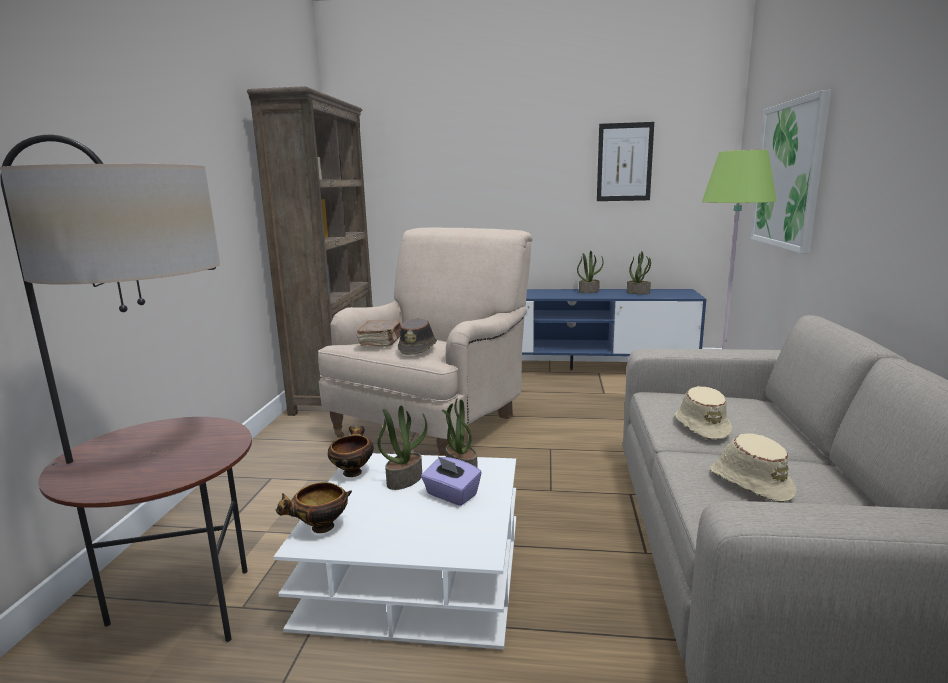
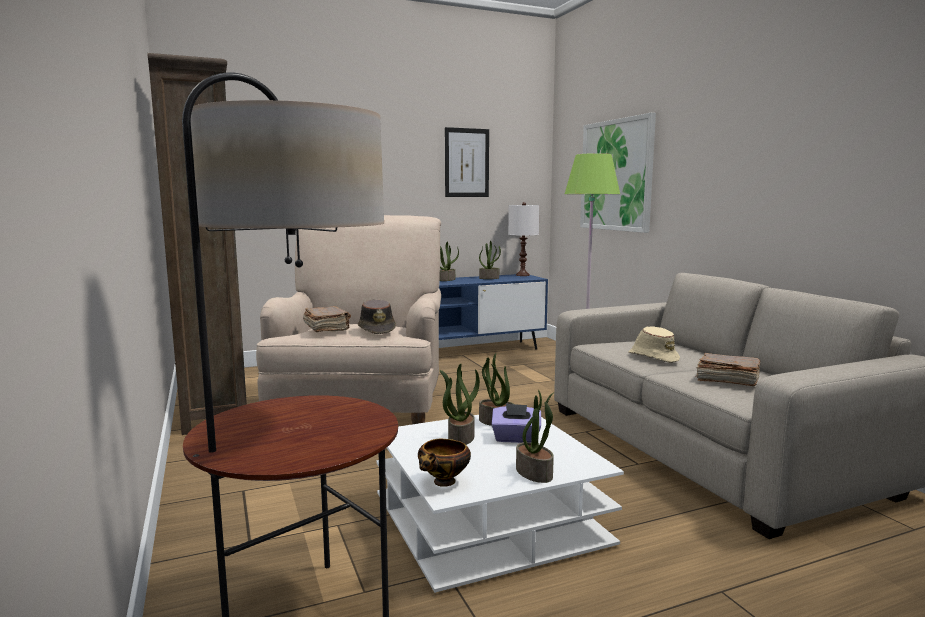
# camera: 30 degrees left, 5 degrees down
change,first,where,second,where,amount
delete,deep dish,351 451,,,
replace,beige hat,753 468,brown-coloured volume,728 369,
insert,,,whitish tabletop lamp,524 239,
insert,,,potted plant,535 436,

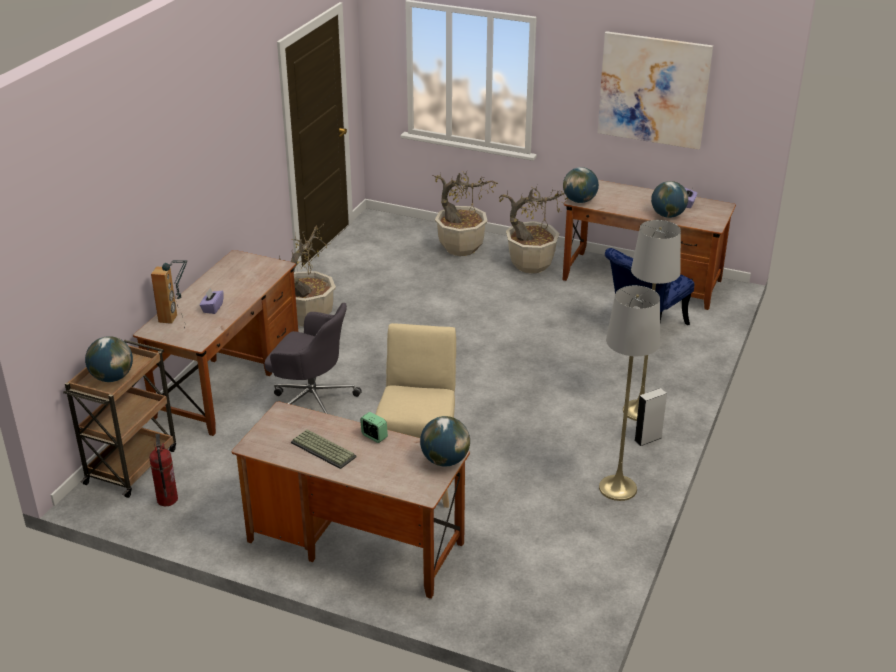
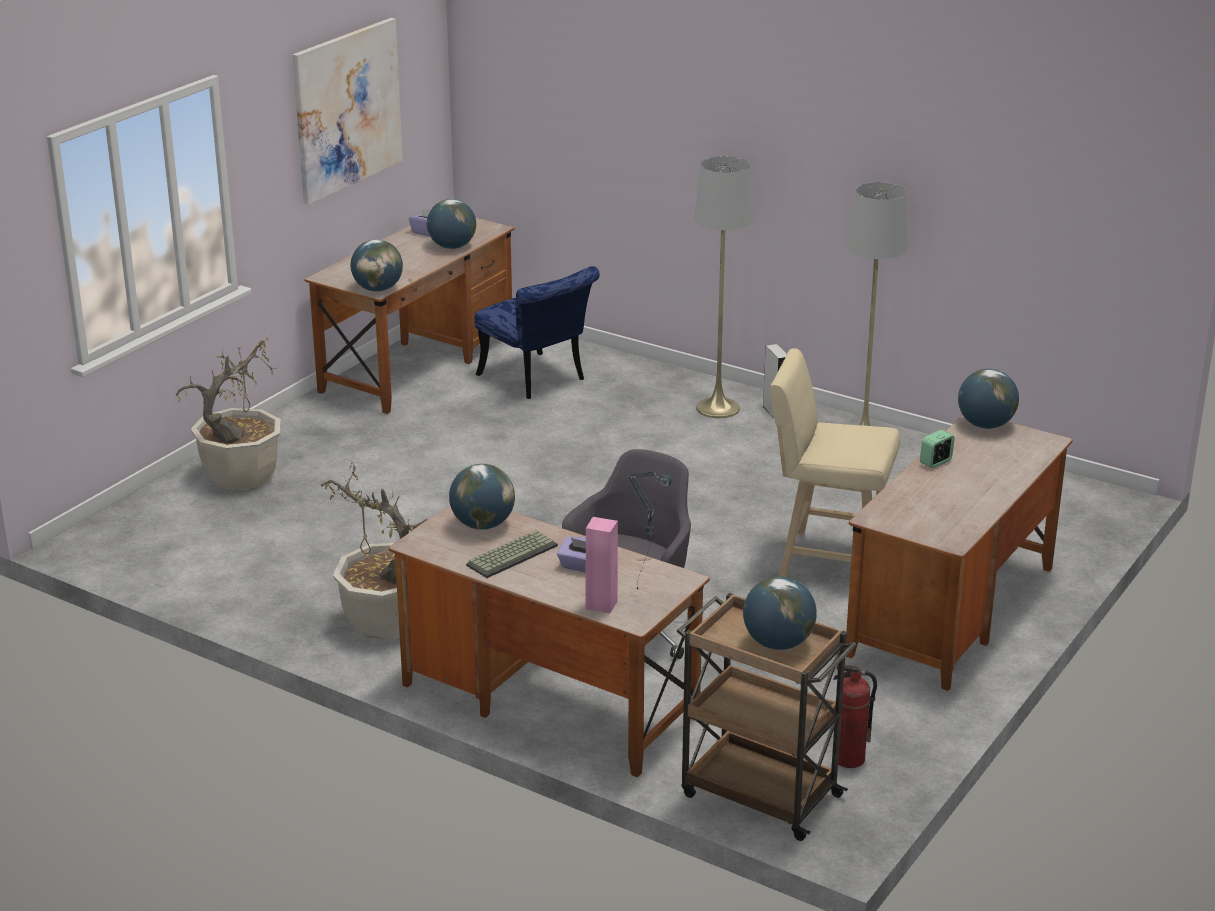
# camera: 80 degrees left, 5 degrees down
change,first,where,second,where,amount
delete,potted plant,533 230,,,
recolor,brown-coloured audio speaker,164 295,pinkish audio speaker,601 565,
move,computer keyboard,324 449,,512 554,
insert,,,globe,482 497,

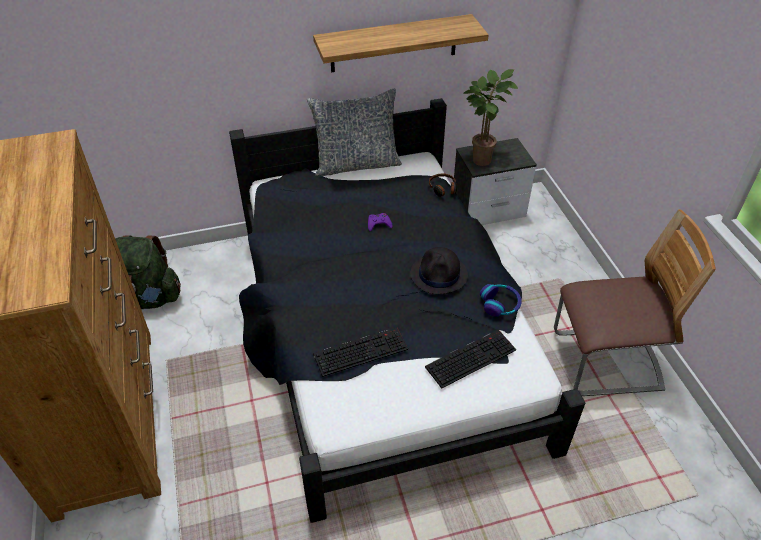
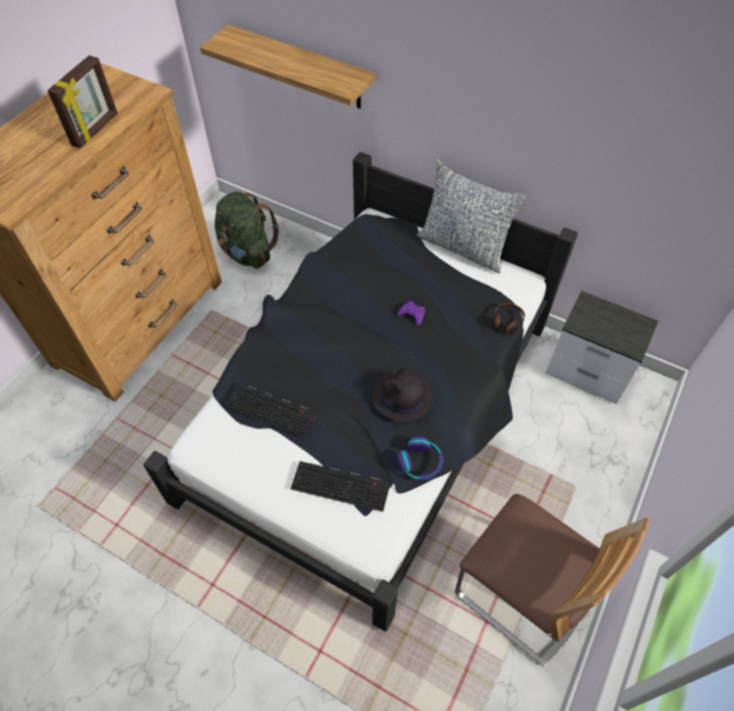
# camera: 45 degrees right, 10 degrees up
change,first,where,second,where,amount
move,wall shelf,401 43,,287 67,
delete,potted plant,490 117,,,
insert,,,standing frame,82 101,

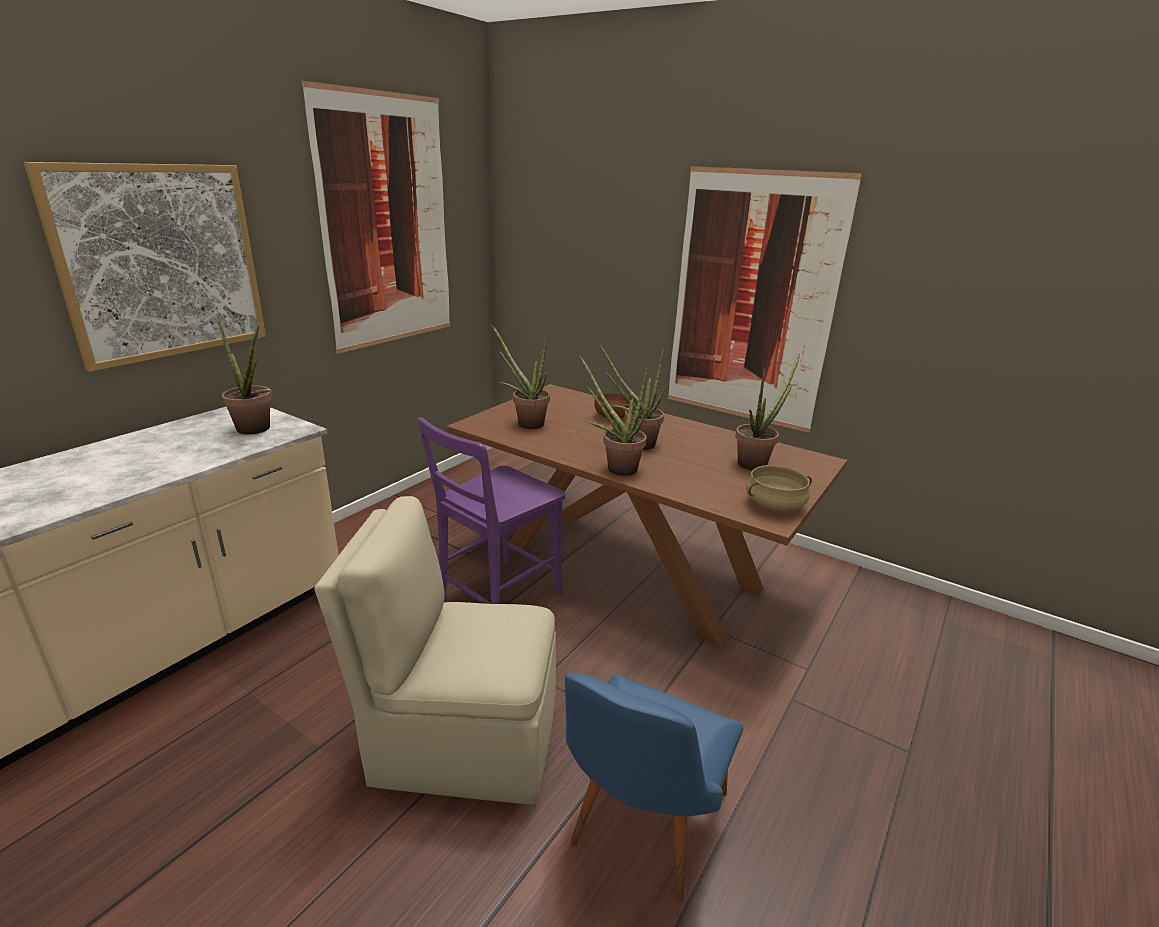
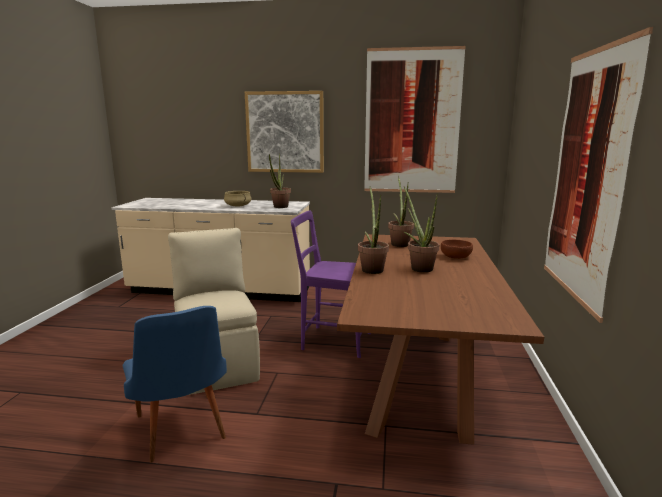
# camera: 65 degrees right, 10 degrees down
change,first,where,second,where,amount
delete,potted plant,767 412,,,
move,beige cooking pot,779 488,,237 199,
rotate,blue-coloured chair,654 787,,175 384,120 degrees counterclockwise

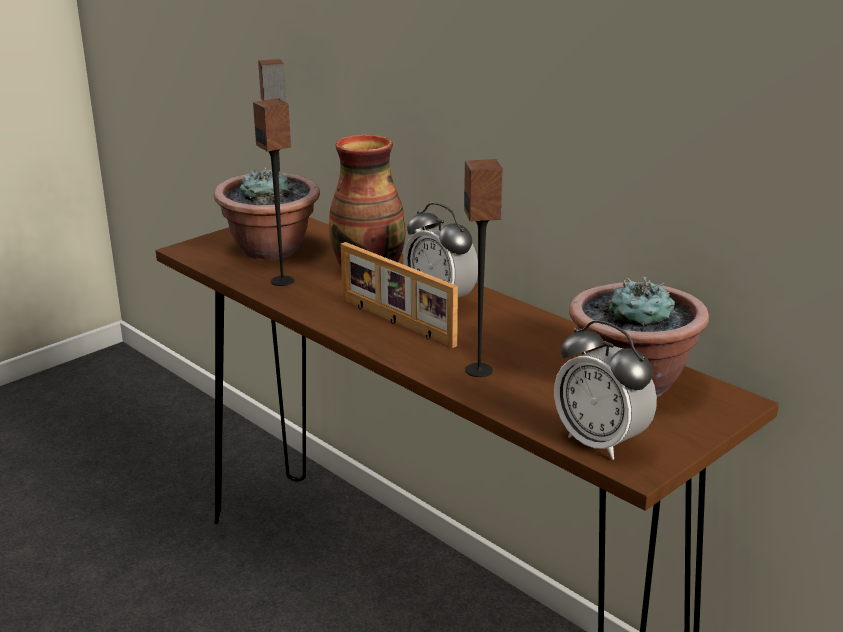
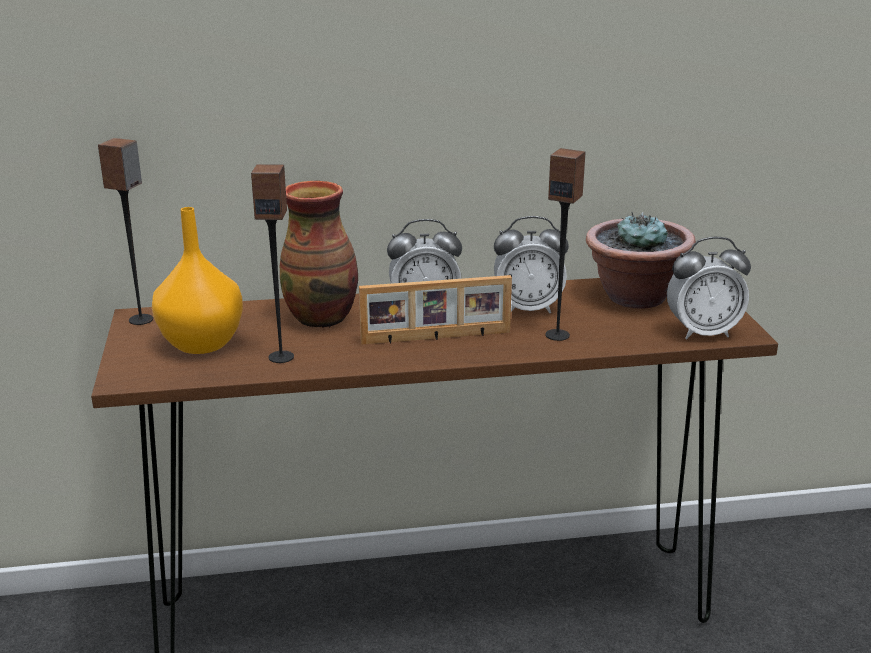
# camera: 55 degrees left, 0 degrees up
change,first,where,second,where,amount
replace,potted plant,267 213,orangey decorative vase,197 280,
insert,,,bedside clock,531 264,

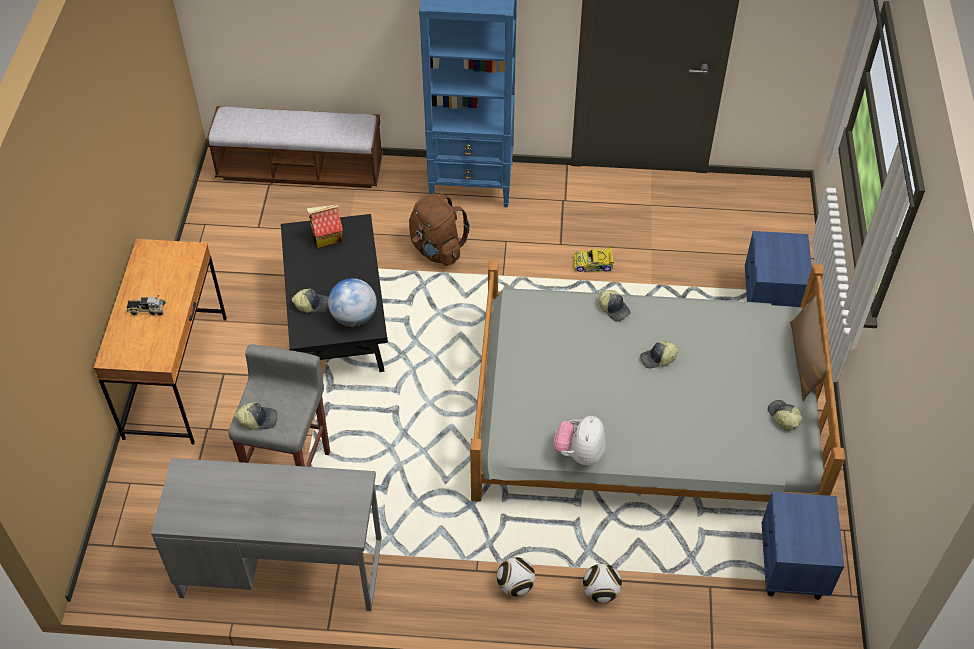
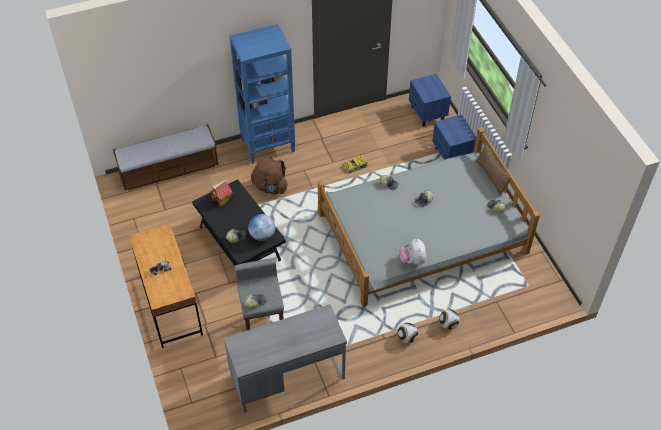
# camera: 25 degrees left, 0 degrees up
change,first,where,second,where,amount
move,blue-coloured night table,803 546,,430 100,

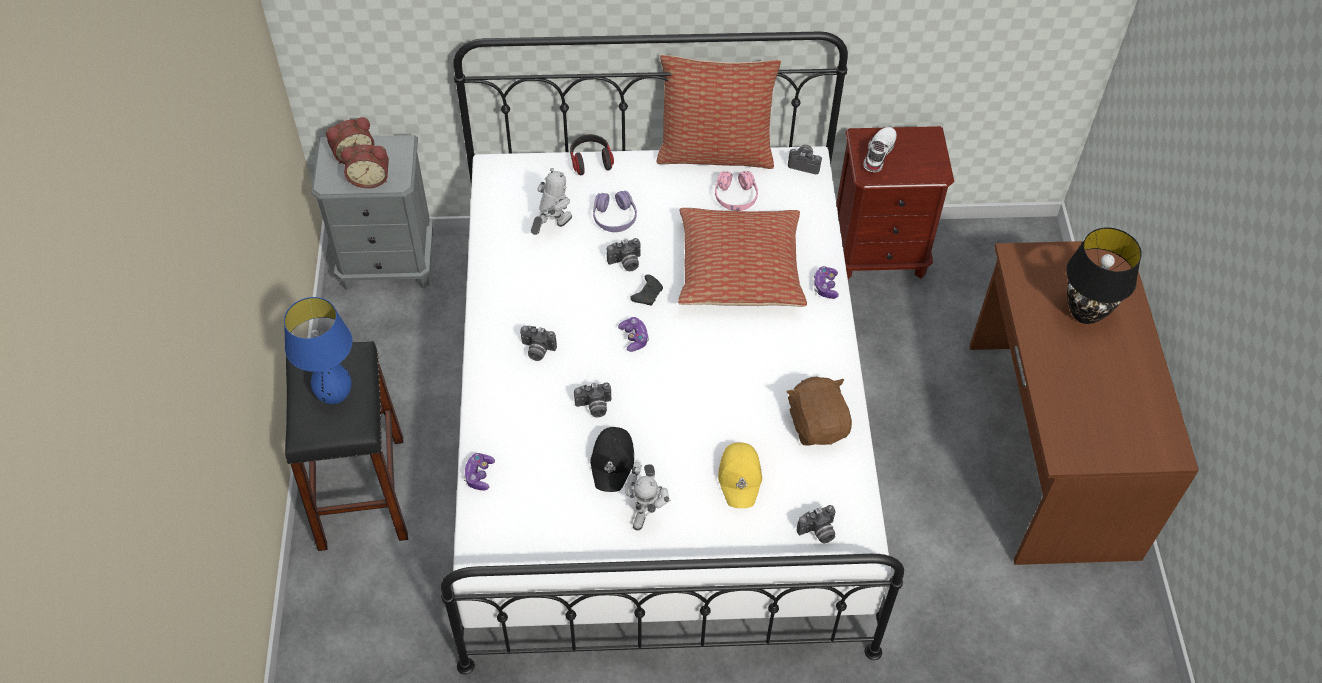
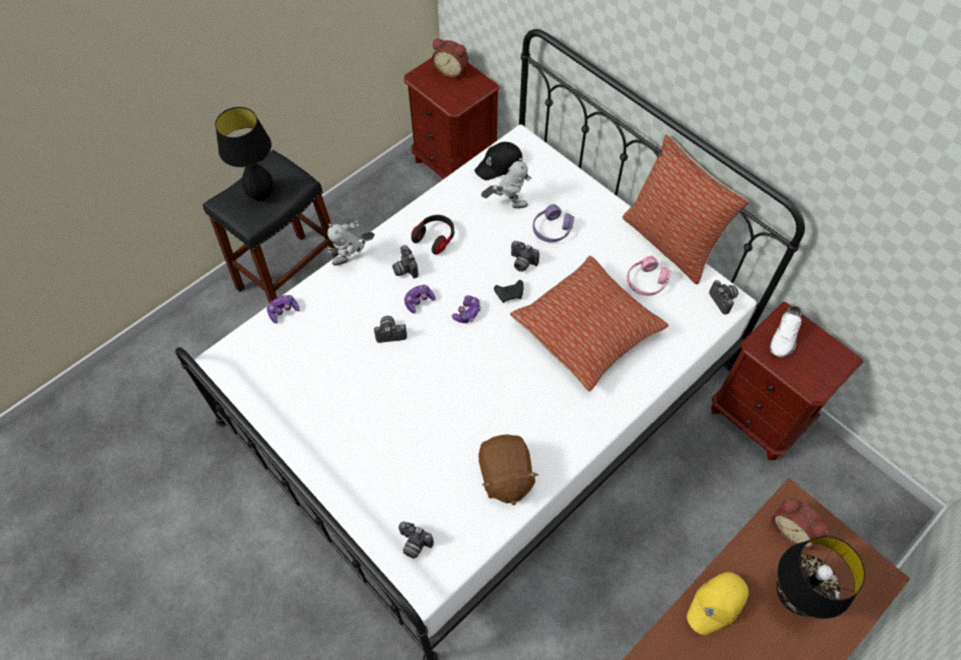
# camera: 50 degrees right, 5 degrees up
change,first,where,second,where,amount
rotate,whitish low shoe,880 149,,786 332,135 degrees clockwise
move,headphones,592 154,,432 235,
recolor,grey night table,372 213,brown-coloured night table,452 118,
move,bedside clock,364 166,,800 524,
move,game controller,826 282,,419 299,
recolor,blue-coloured tabletop lamp,318 350,blackish tabletop lamp,244 154,
rotate,brown-coloured soft toy,819 411,,508 470,135 degrees clockwise
rotate,still camera,592 399,,390 329,135 degrees clockwise
move,blackish baseball cap,612 459,,498 161,
move,yellowish baseball cap,740 475,,718 603,
move,toy robot,648 496,,351 243,

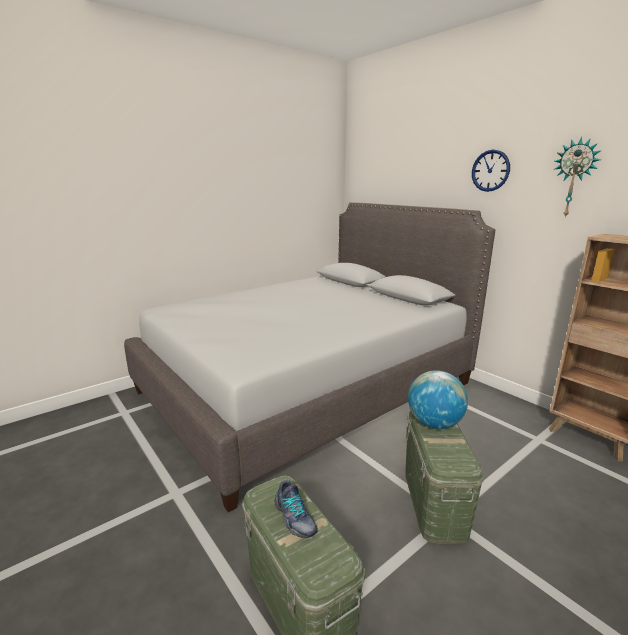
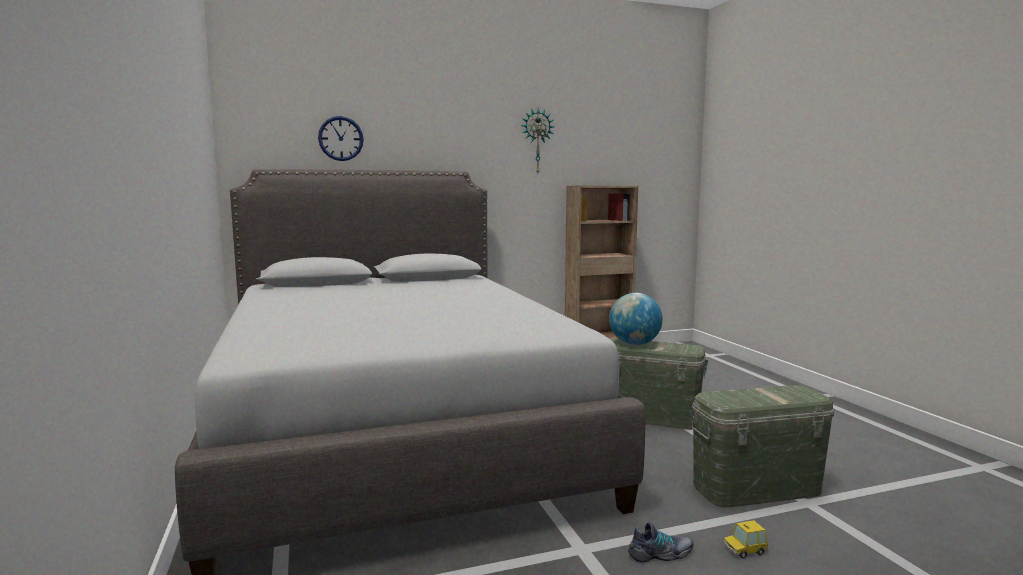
# camera: 70 degrees left, 10 degrees down
change,first,where,second,where,amount
move,clock on the wall,491 171,,341 138,
move,low shoe,296 509,,660 542,
insert,,,miniature car,745 539,

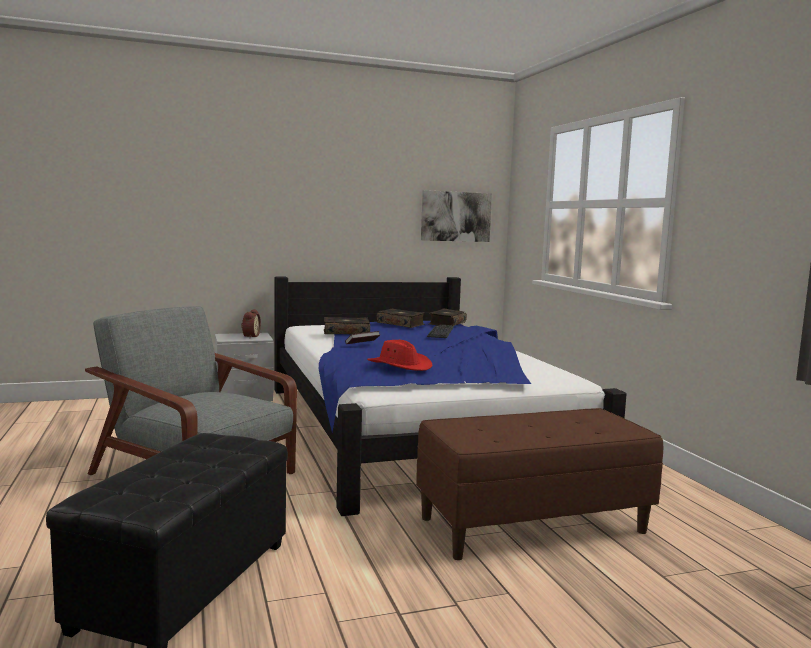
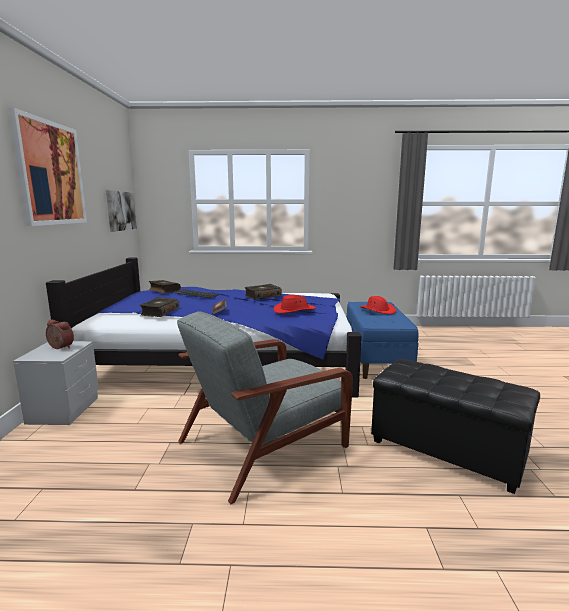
# camera: 70 degrees left, 5 degrees up
change,first,where,second,where,amount
move,volume,400 318,,263 292,
recolor,brown-coloured long seat,539 484,blue-coloured long seat,383 340,
insert,,,picture,47 167,
insert,,,red hat,378 305,

